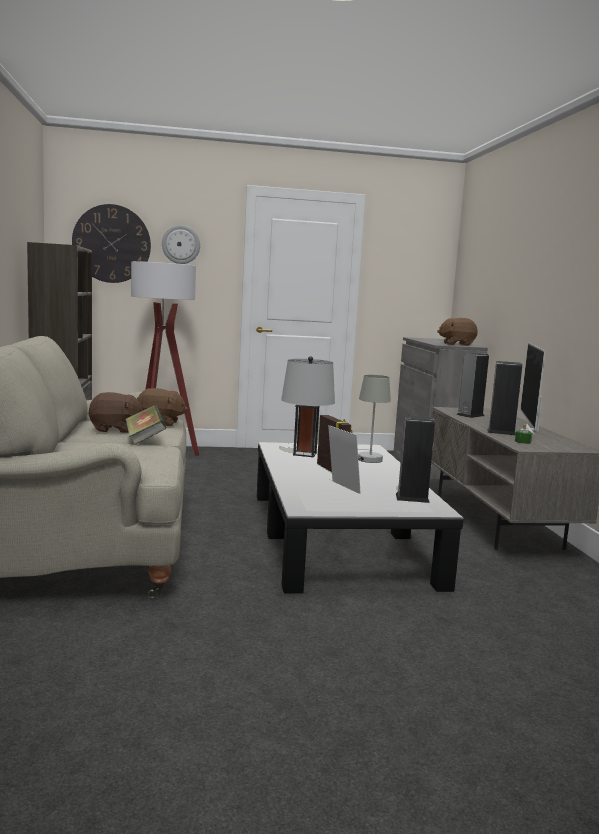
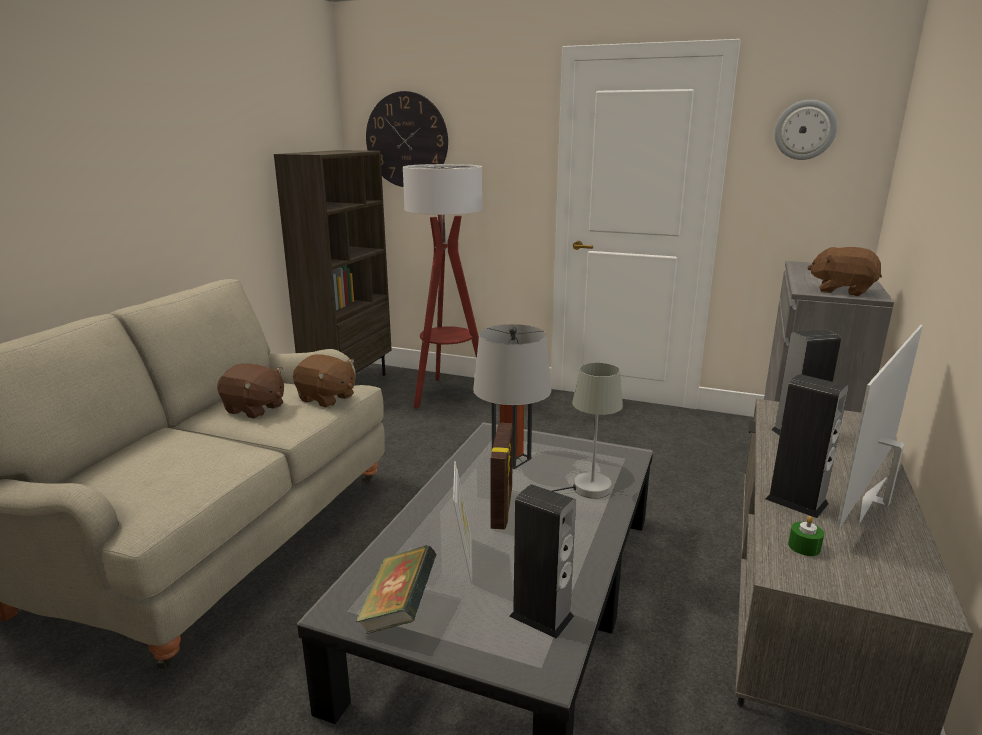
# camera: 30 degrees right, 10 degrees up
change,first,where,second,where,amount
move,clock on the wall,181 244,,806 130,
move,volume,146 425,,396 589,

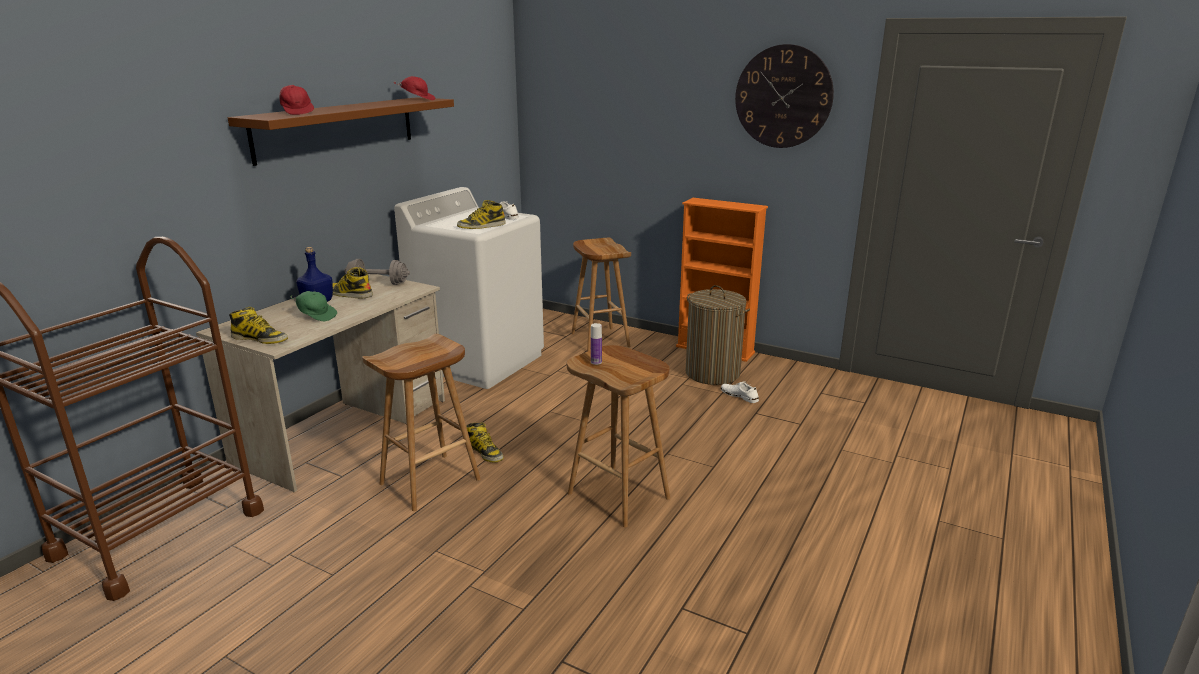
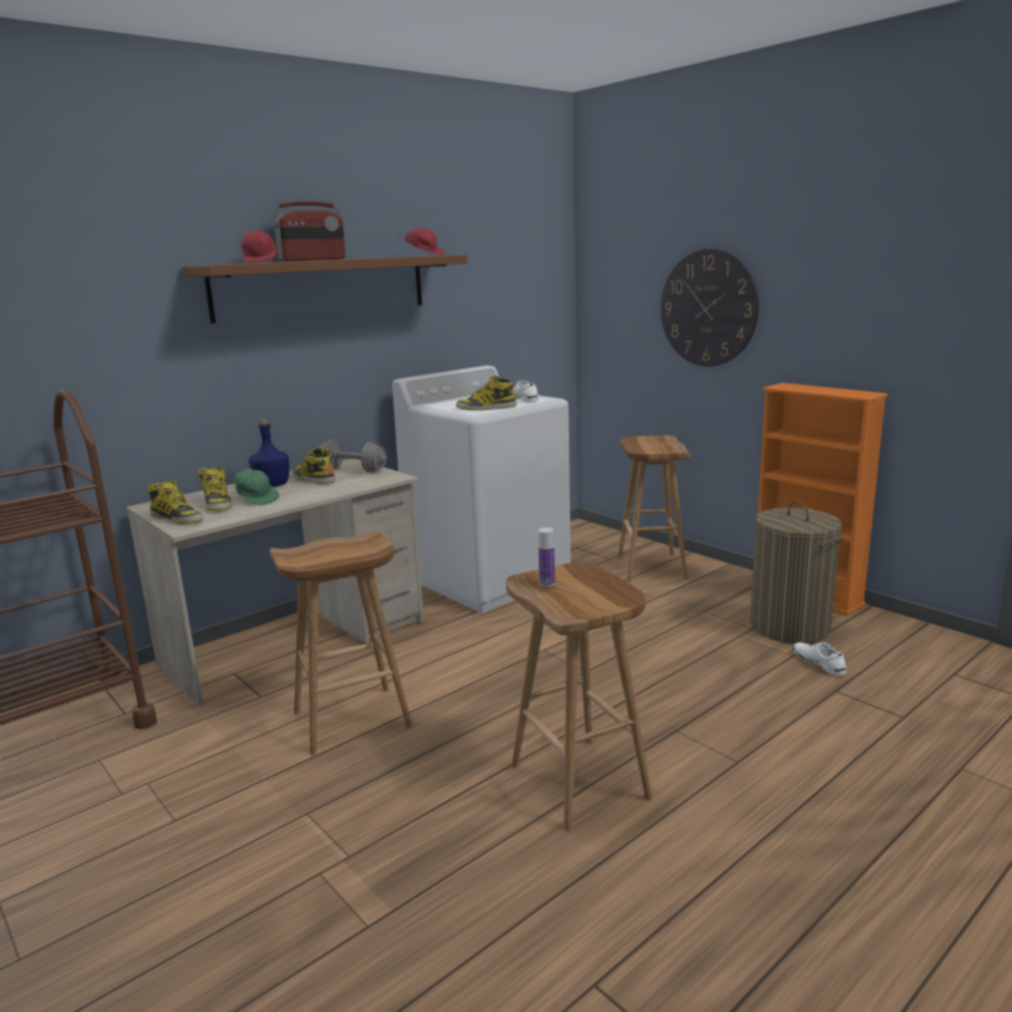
# camera: 20 degrees right, 5 degrees down
change,first,where,second,where,amount
move,clock on the wall,784 96,,710 308,
move,tall boot,485 442,,215 488,
insert,,,radio set,309 231,

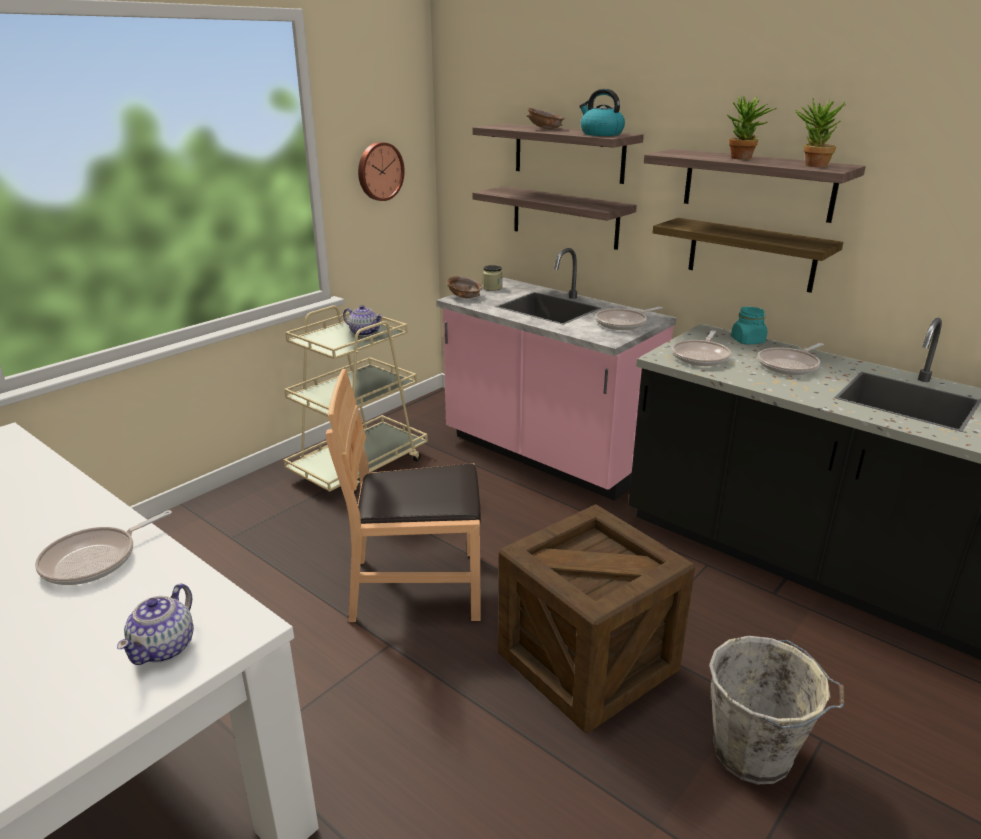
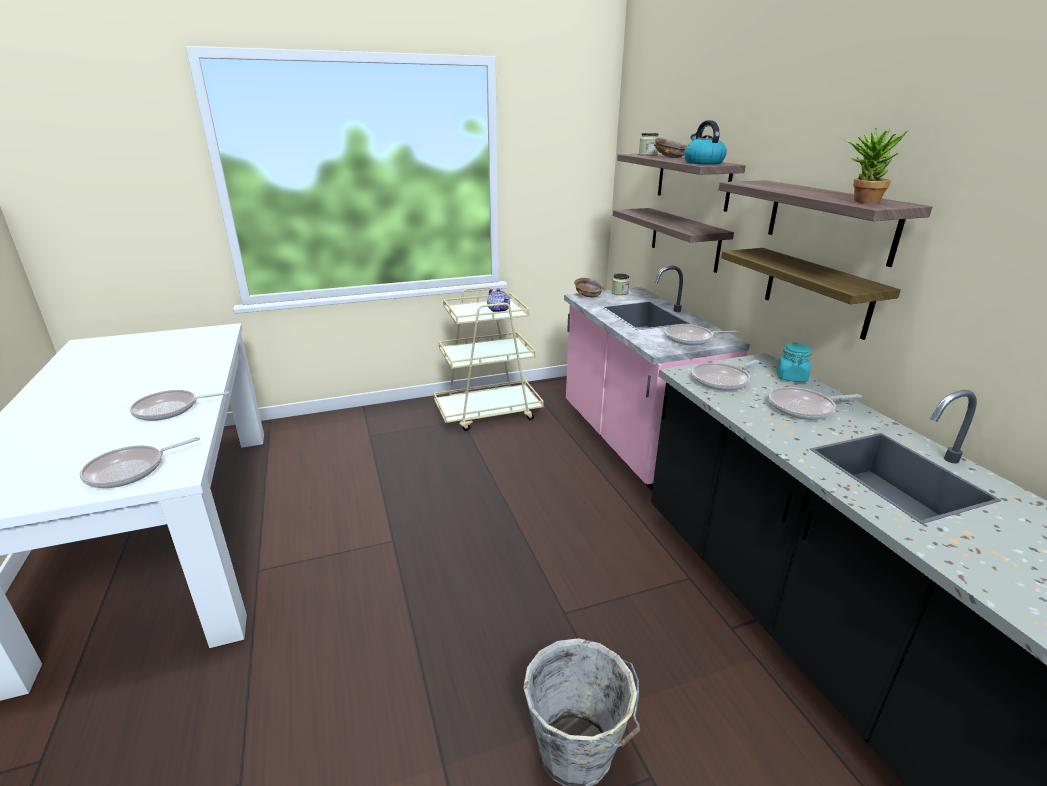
# camera: 30 degrees right, 0 degrees up
change,first,where,second,where,amount
delete,potted plant,752 127,,,
delete,clock on the wall,381 171,,,
delete,brown-coloured chair,403 495,,,
delete,crate,596 618,,,
replace,pot for tea,155 624,skillet,140 462,
insert,,,jar,649 144,

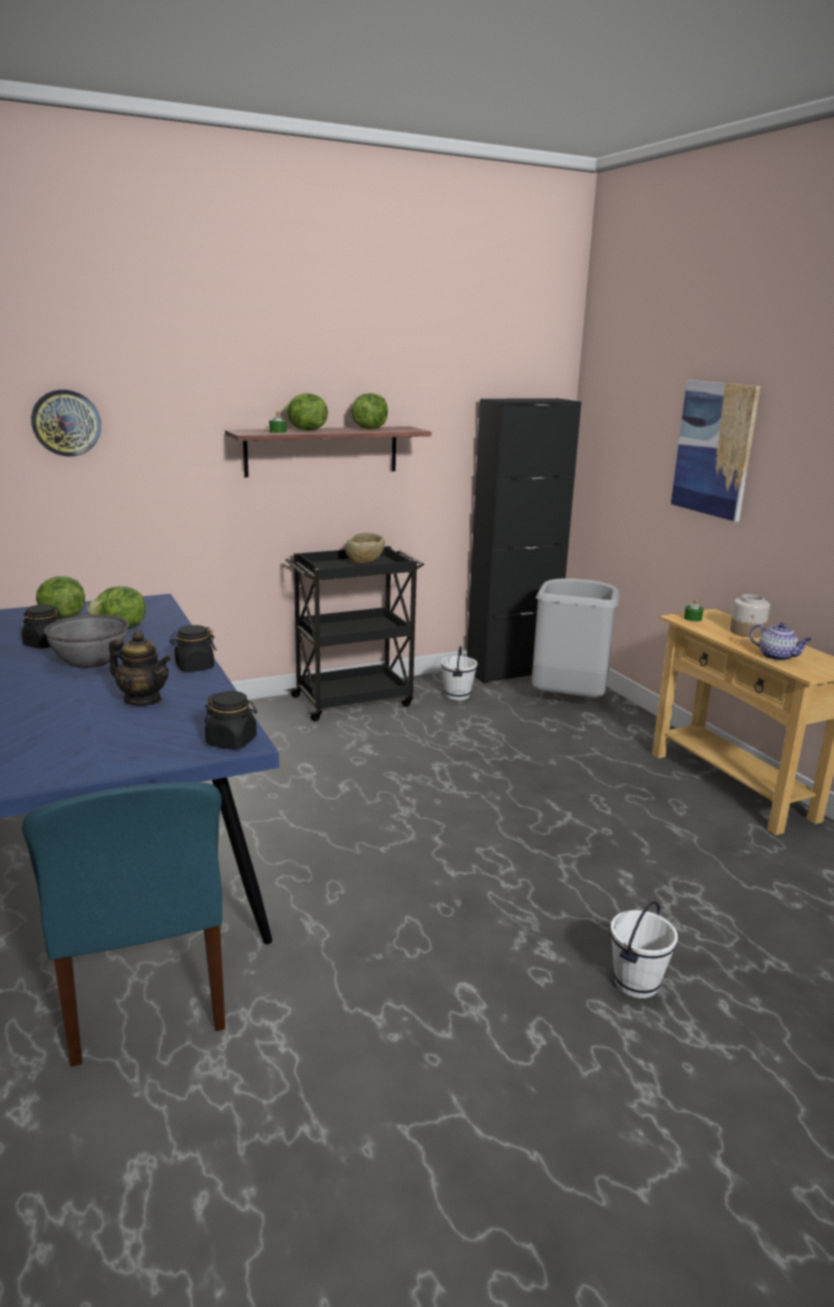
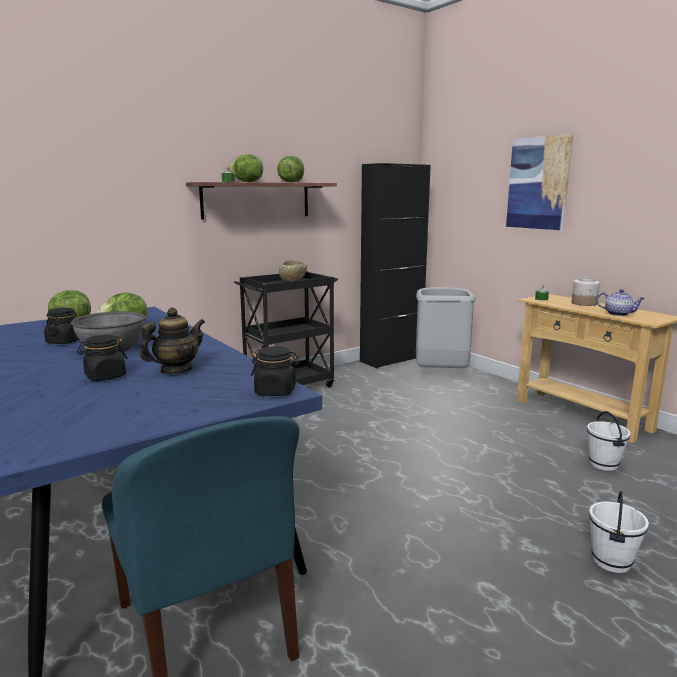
# camera: 10 degrees left, 5 degrees down
change,first,where,second,where,amount
delete,clock on the wall,66 423,,,
move,blackish jar,193 648,,102 358,
rotate,pot for tea,140 668,,172 340,60 degrees counterclockwise
move,whitish bucket,459 673,,609 441,

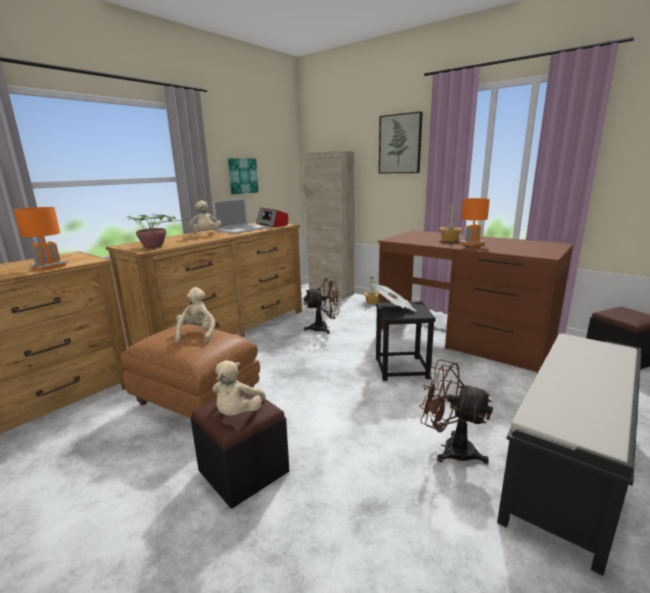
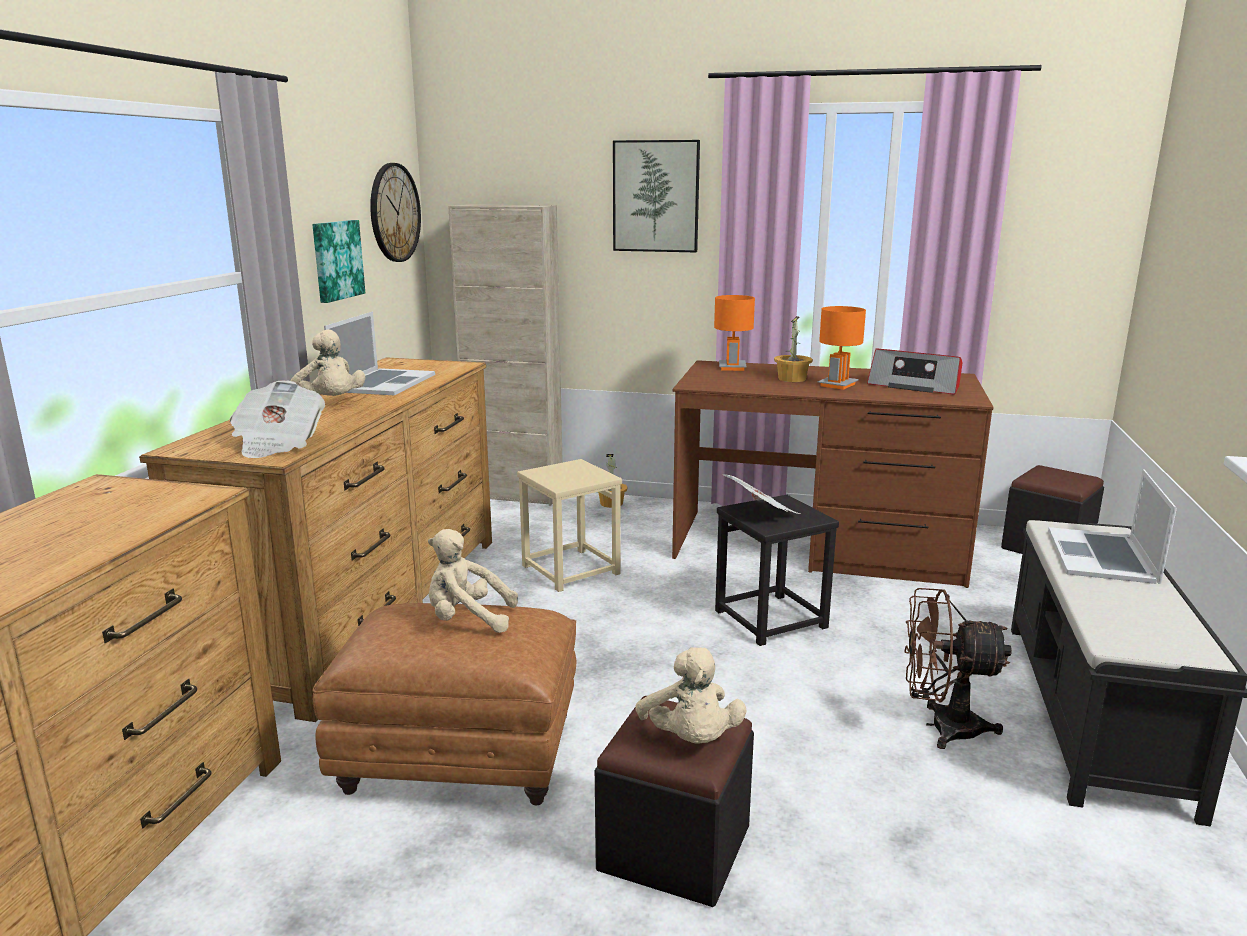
# camera: 25 degrees left, 0 degrees up
change,first,where,second,where,amount
move,orangey tabletop lamp,41 239,,734 333,
move,radio set,272 217,,915 371,
replace,potted plant,164 231,printed paper,277 419,
replace,brown-coloured electric fan,322 306,beige stool seat,569 525,
rotate,beige soft toy,195 315,,473 581,60 degrees counterclockwise
insert,,,clock on the wall,395 212,
insert,,,portable computer,1112 526,

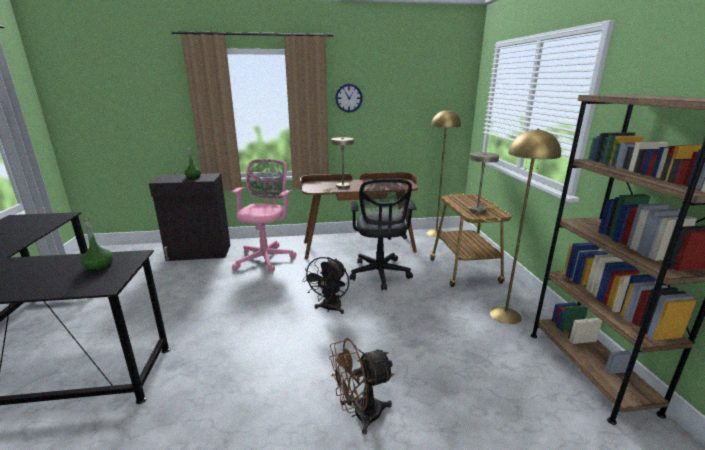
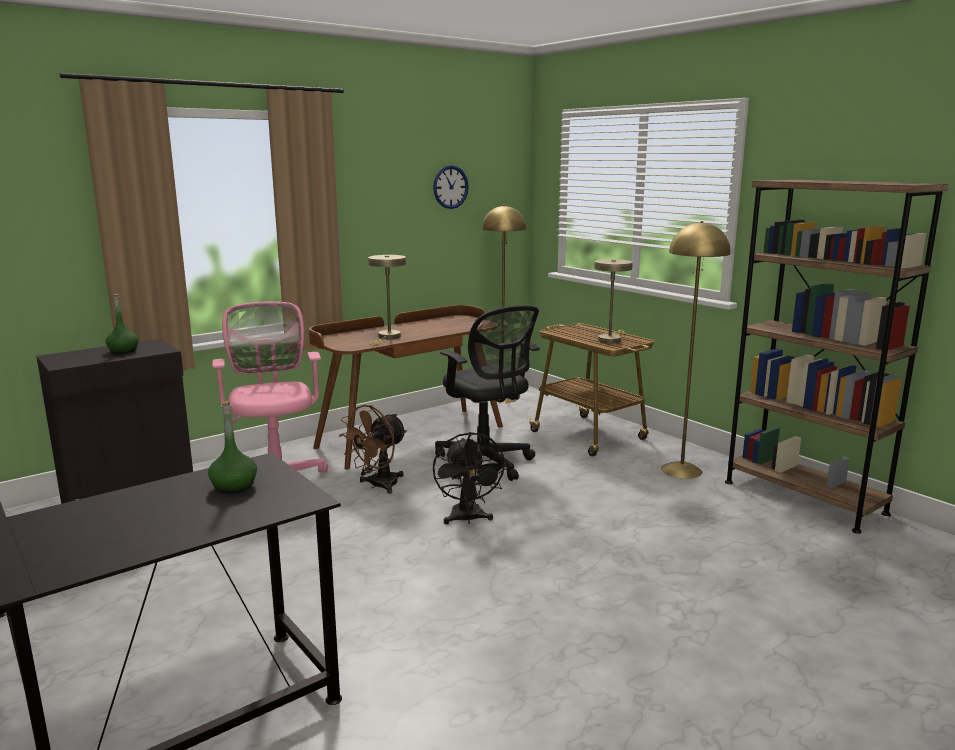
# camera: 30 degrees left, 5 degrees down
change,first,where,second,where,amount
move,clock on the wall,349 98,,451 187,
move,brown-coloured electric fan,361 386,,373 449,

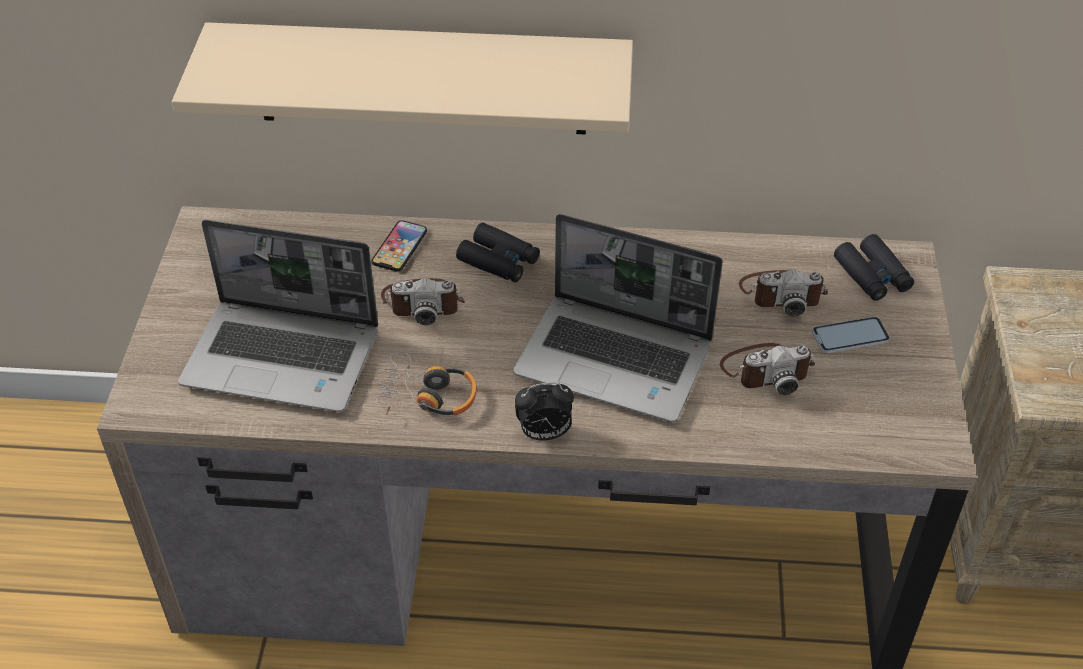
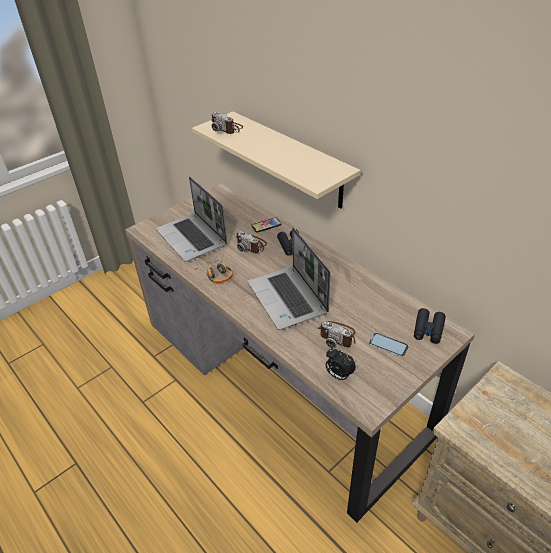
# camera: 45 degrees right, 5 degrees down
change,first,where,second,where,amount
move,still camera,783 292,,227 123,
move,bedside clock,544 412,,340 364,

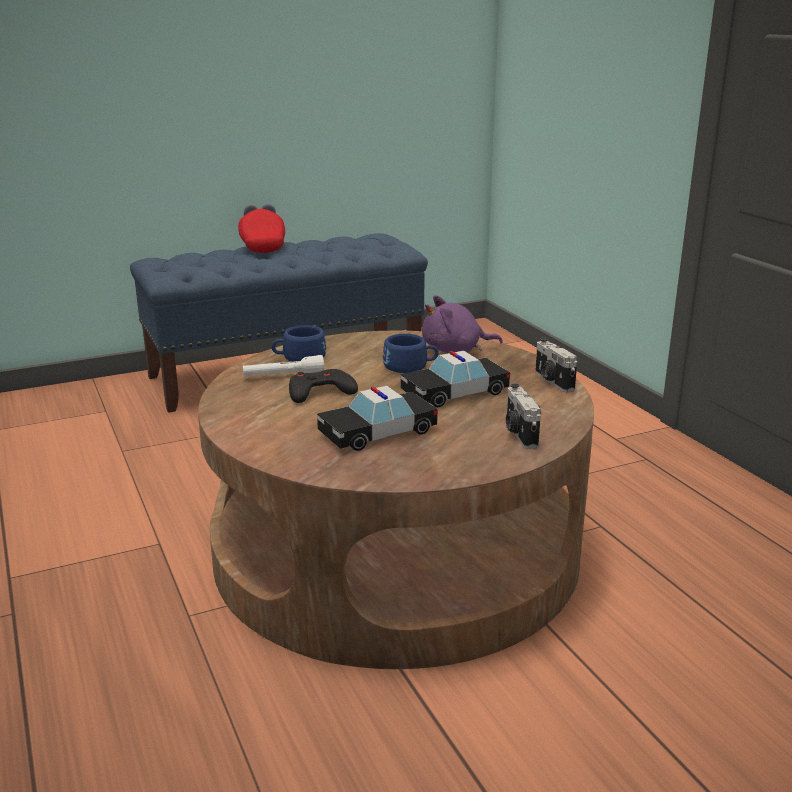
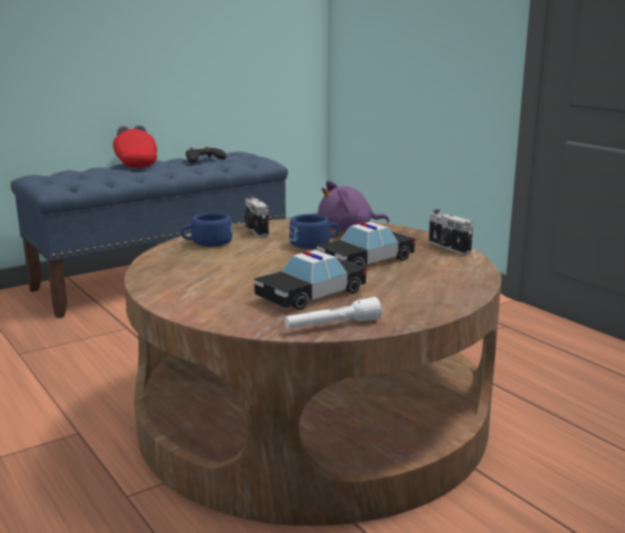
# camera: 10 degrees left, 5 degrees down
change,first,where,second,where,amount
move,whitish hand torch,283 365,,333 313,
move,blackish game controller,323 386,,206 155,
move,still camera,523 416,,256 216,

